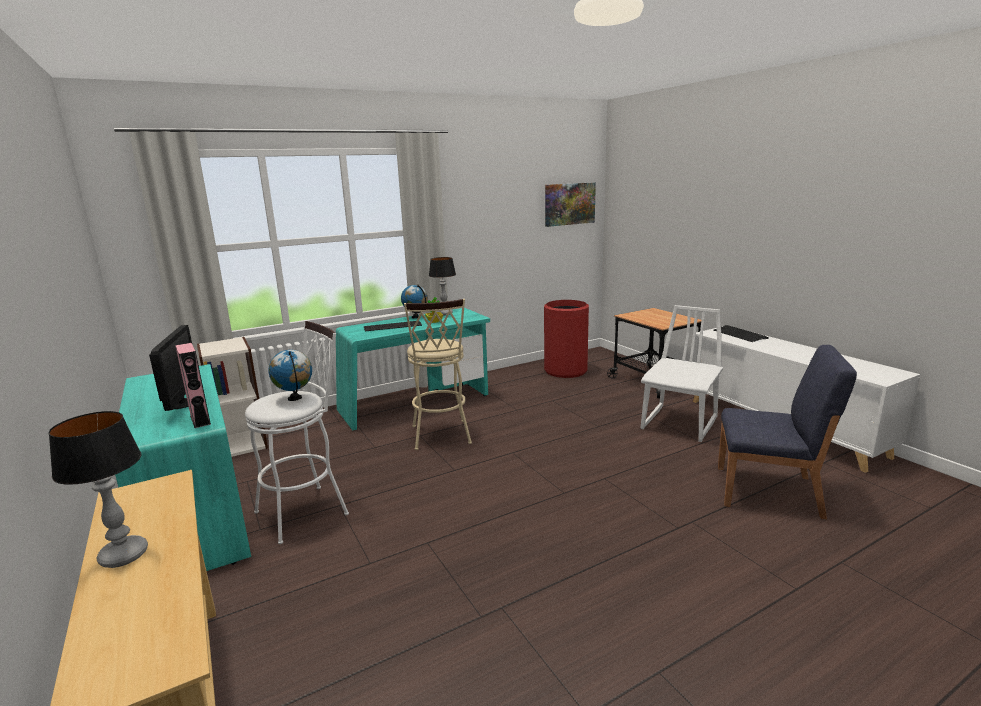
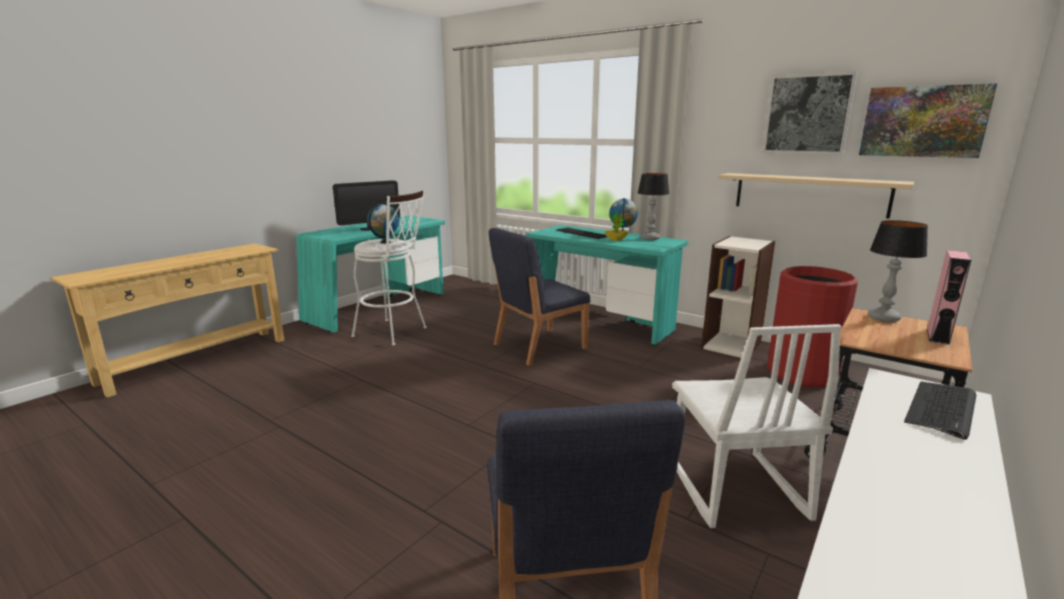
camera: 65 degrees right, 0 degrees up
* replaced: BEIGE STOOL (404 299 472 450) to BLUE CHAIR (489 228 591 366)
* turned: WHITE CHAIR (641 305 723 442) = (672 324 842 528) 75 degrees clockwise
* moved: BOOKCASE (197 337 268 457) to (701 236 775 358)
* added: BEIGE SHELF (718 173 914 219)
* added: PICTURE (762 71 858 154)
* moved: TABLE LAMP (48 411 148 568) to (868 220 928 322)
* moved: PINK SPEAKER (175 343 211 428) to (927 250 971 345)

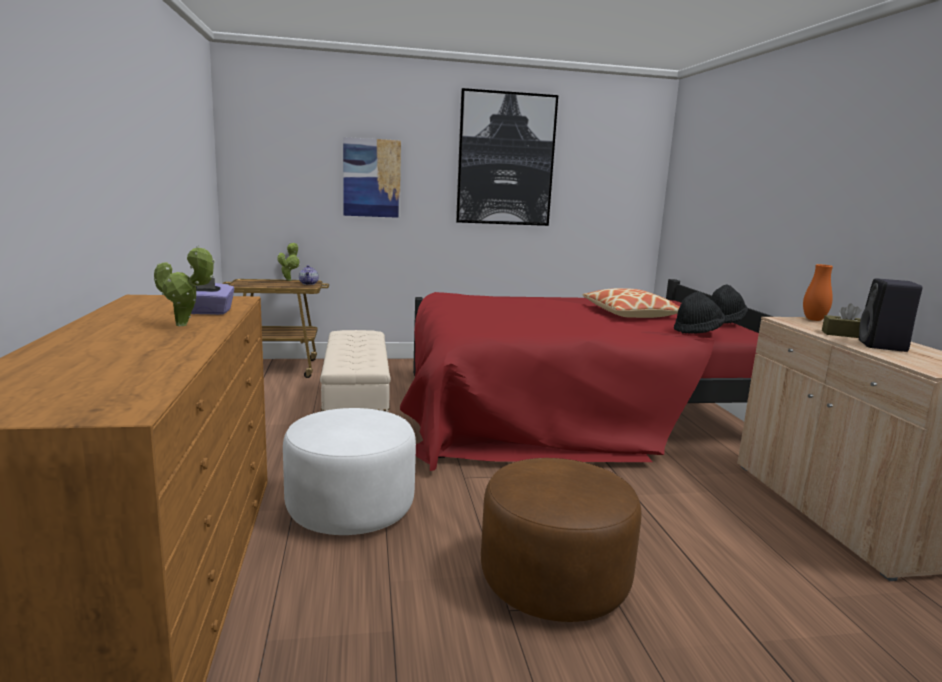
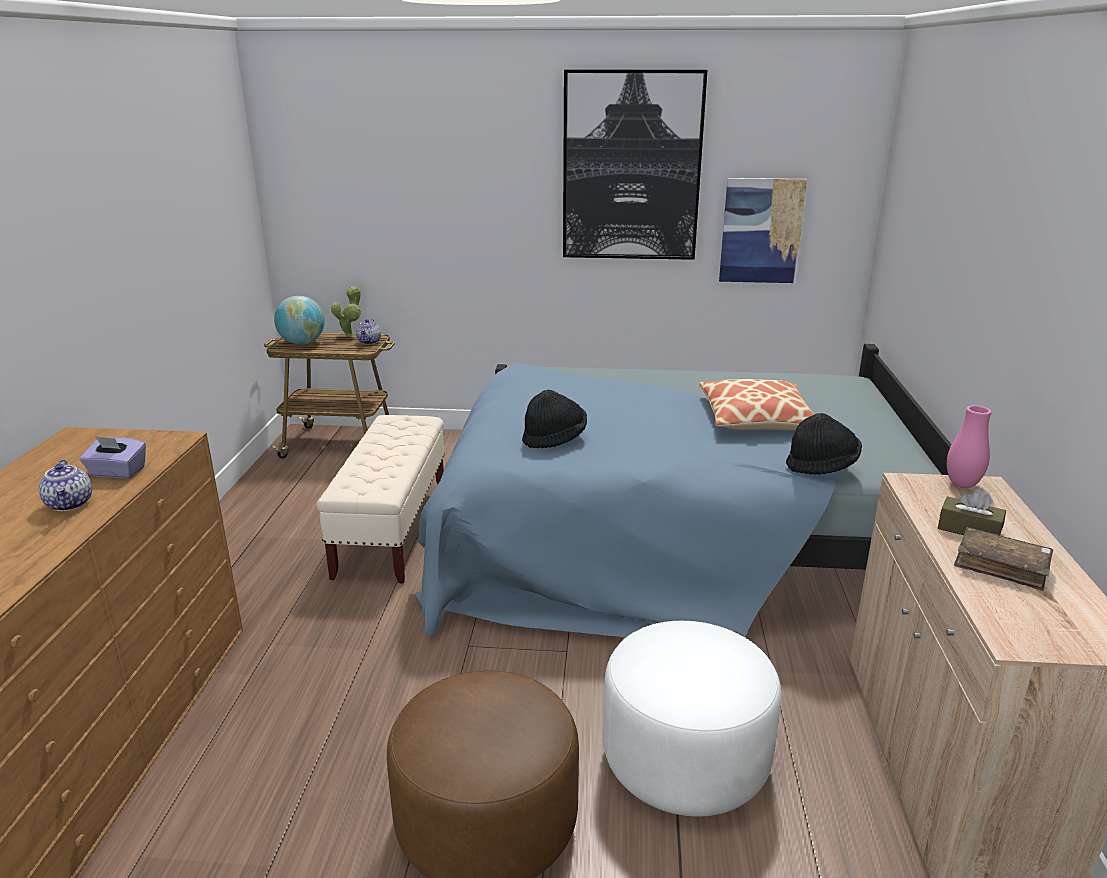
camera: 15 degrees right, 10 degrees up
* replaced: POTTED PLANT (154 246 215 326) to TEAPOT (39 460 92 511)
* added: GLOBE (274 296 325 345)
* recoloured: RED BED (400 279 774 471) to BLUE BED (415 344 952 637)
* moved: BLACK HAT (710 285 748 324) to (522 390 587 448)
* moved: WHITE OTTOMAN (283 408 416 535) to (603 621 781 817)
* moved: PICTURE (343 137 401 218) to (719 178 807 283)
* recoloured: ORANGE VASE (803 264 833 321) to PINK VASE (947 405 992 488)
* replaced: BLACK SPEAKER (859 278 922 352) to BROWN BOOK (954 527 1053 591)

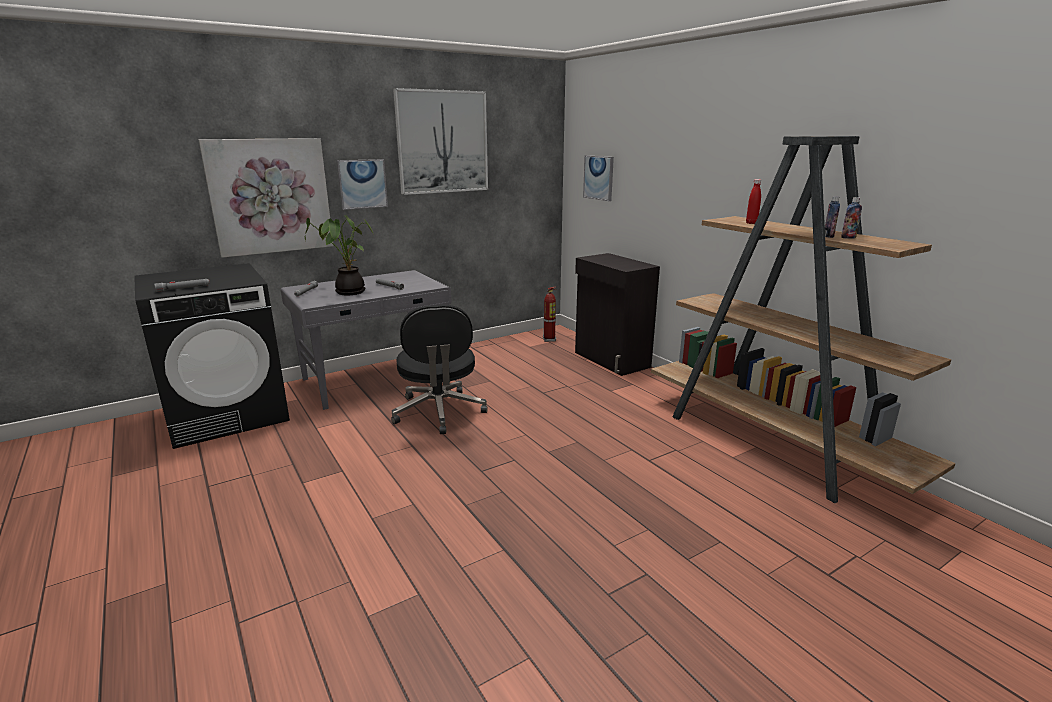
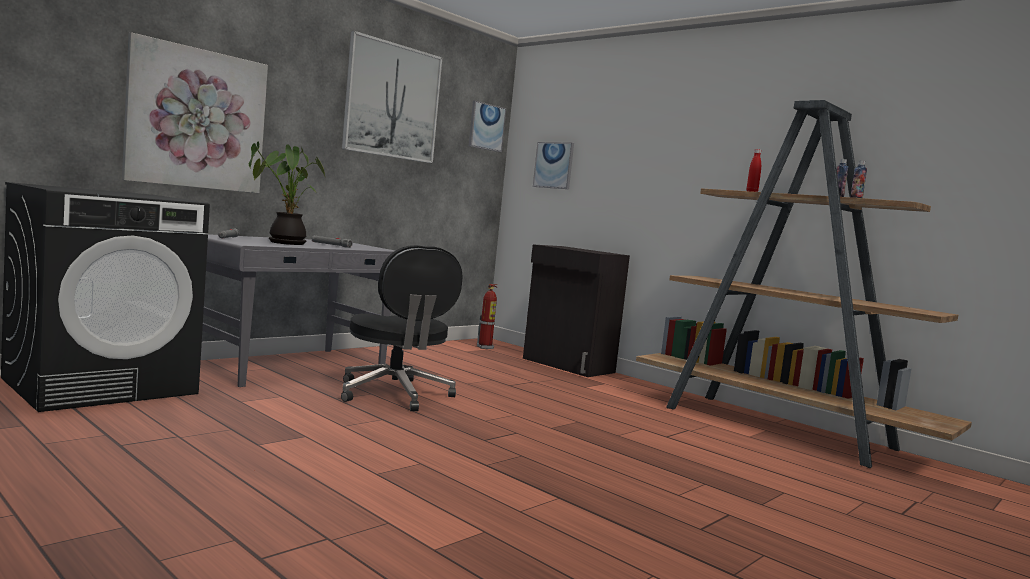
camera: 15 degrees left, 15 degrees down
* moved: PICTURE (337 159 388 210) to (469 100 506 152)
* removed: GREY FLASHLIGHT (154 279 210 292)

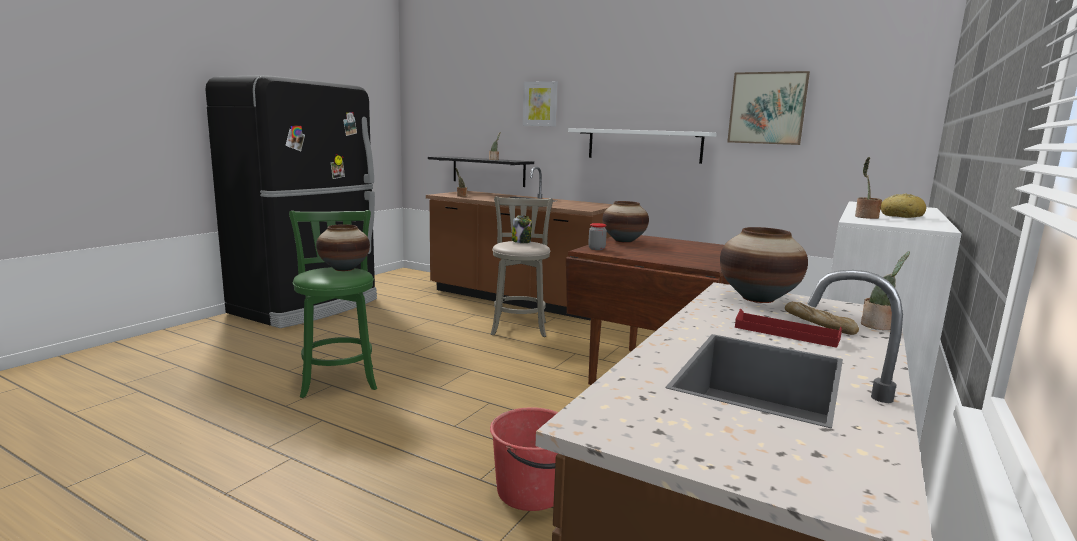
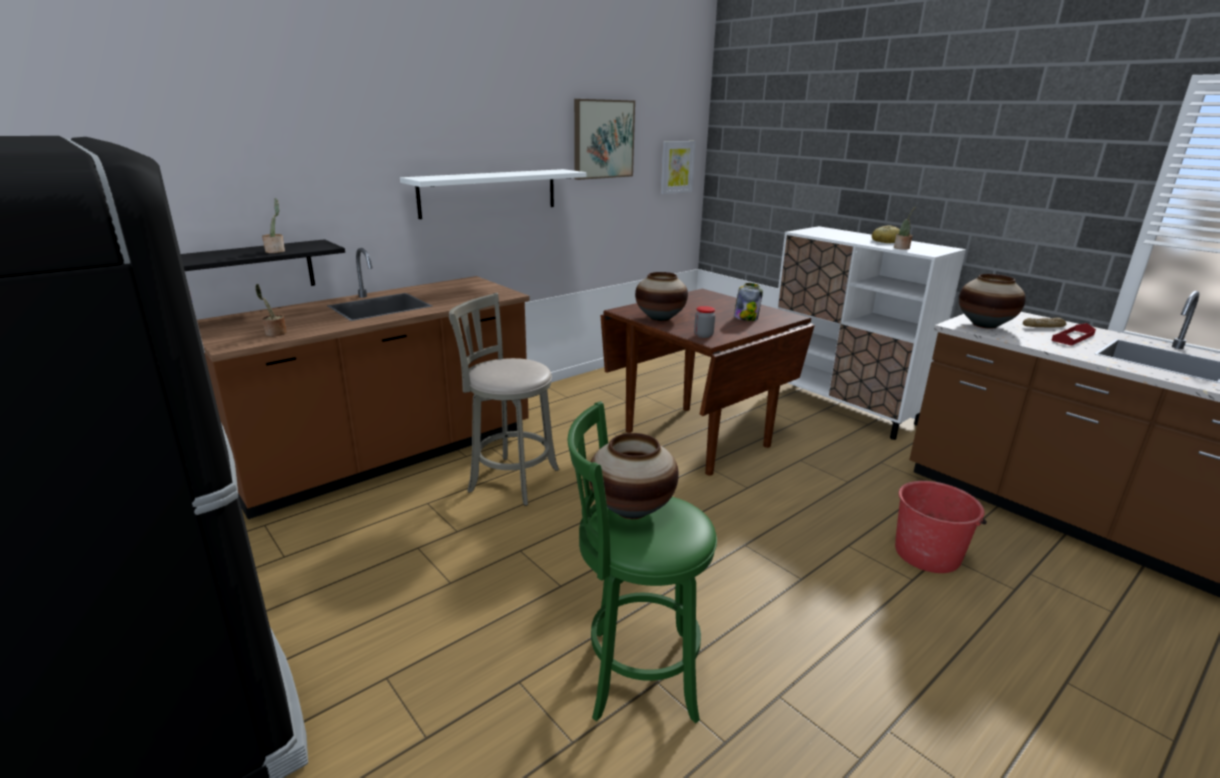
camera: 70 degrees left, 10 degrees up
* moved: PICTURE (523 81 558 127) to (660 141 696 194)
* moved: JAR (512 215 532 243) to (734 283 763 321)
* removed: POTTED PLANT (861 251 910 330)

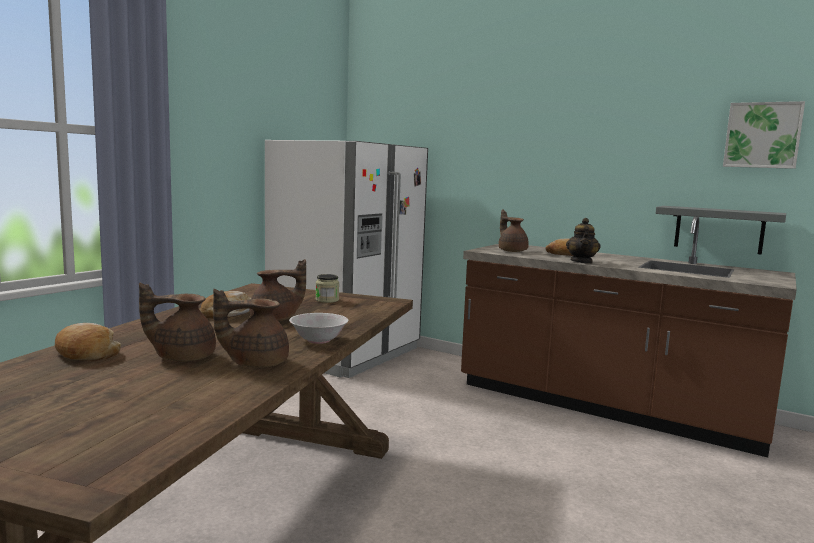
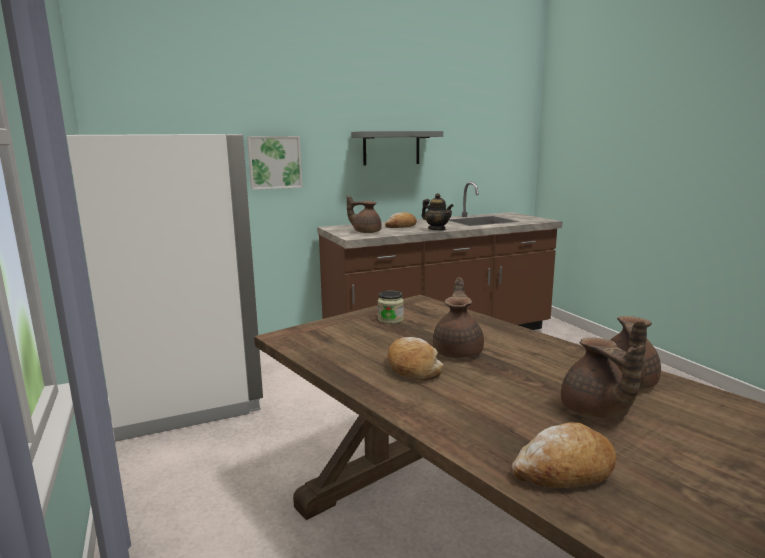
camera: 55 degrees left, 5 degrees up
* moved: PICTURE (723 101 805 169) to (247 136 302 190)
* moved: GREY SHELF (655 206 786 255) to (351 131 443 166)
* turned: BROWN TEAPOT (139 283 216 361) = (561 338 644 420) 45 degrees counterclockwise
* removed: WHITE BOWL (289 313 349 344)

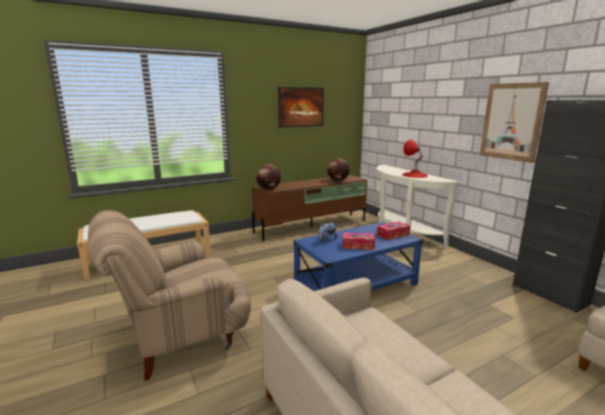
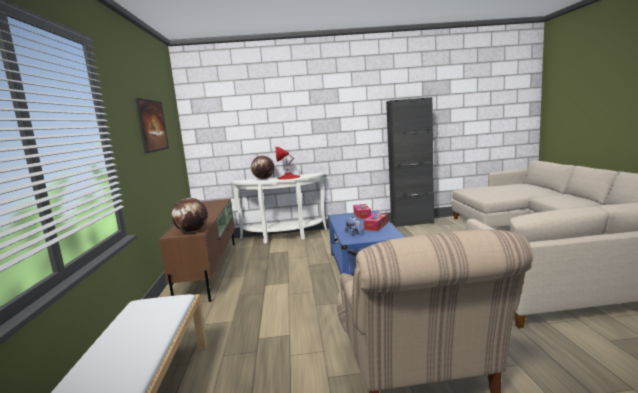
camera: 65 degrees left, 5 degrees down
* moved: GLOBE (327 158 350 181) to (251 156 274 179)
* removed: PICTURE (480 82 549 163)

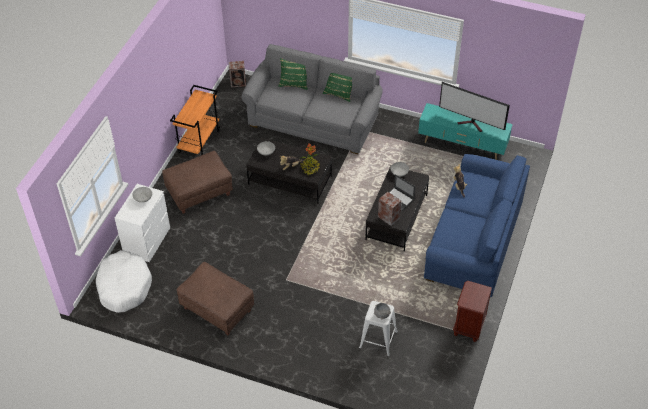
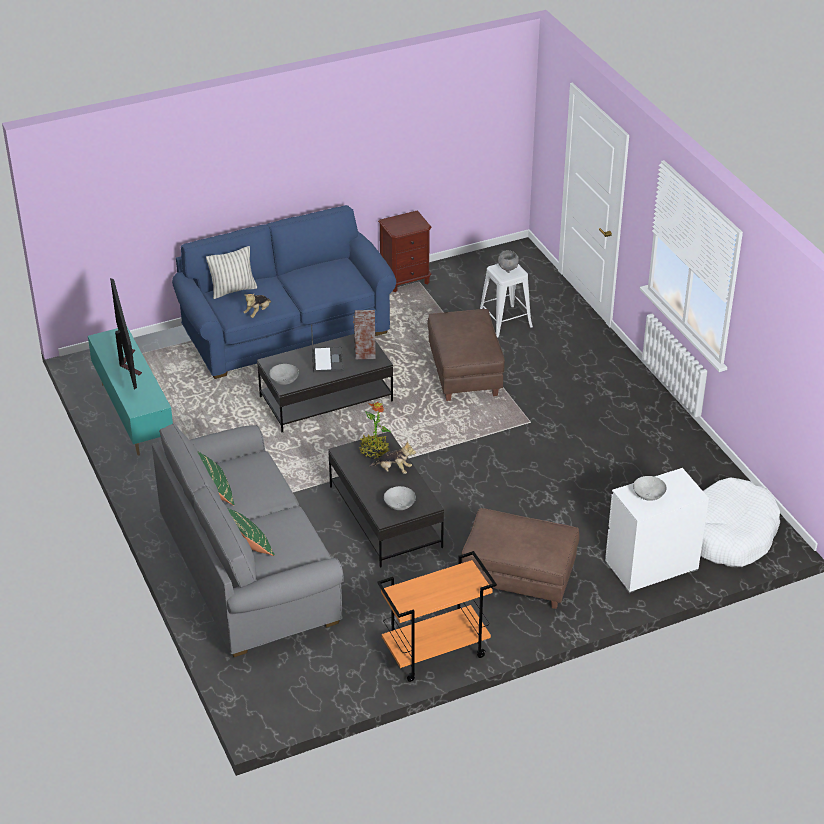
camera: 135 degrees left, 10 degrees down
* added: PILLOW (206 246 257 299)
* moved: BROWN OTTOMAN (177 262 254 335) to (428 309 505 401)
* removed: SPEAKER (229 61 246 87)

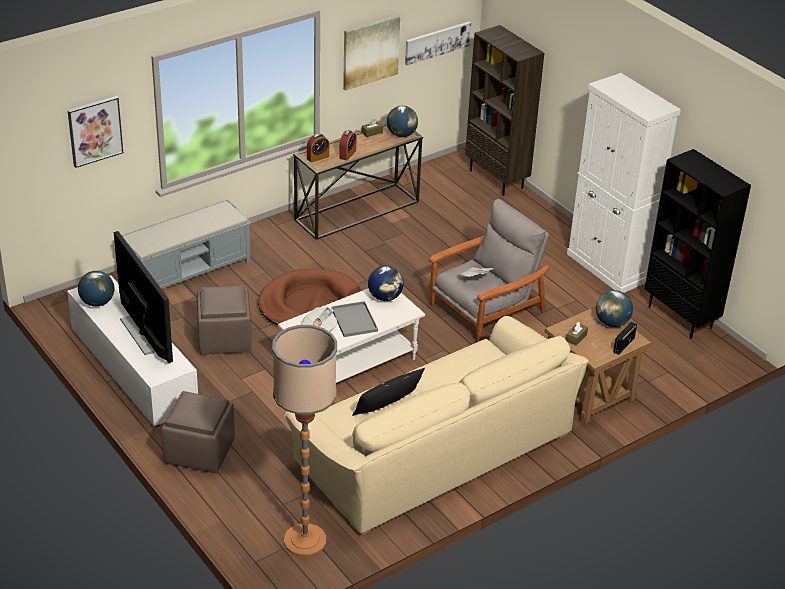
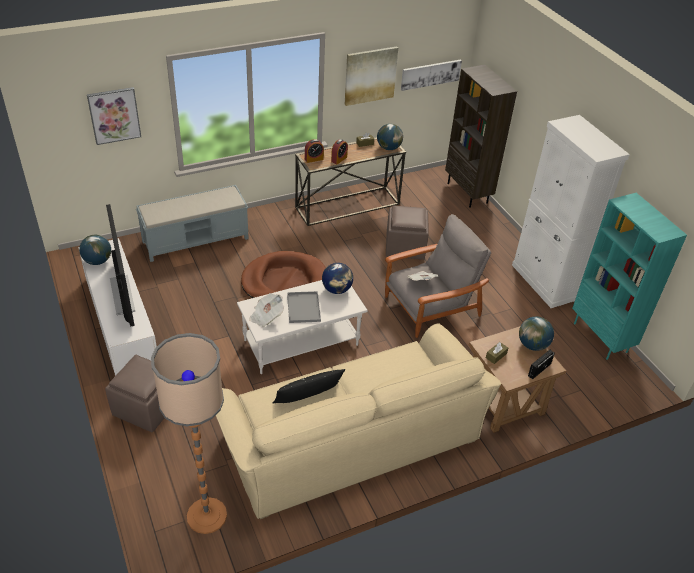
camera: 10 degrees right, 5 degrees up
* moved: BROWN OTTOMAN (197 285 251 355) to (386 205 429 260)
* recoloured: BLACK BOOKCASE (644 149 751 339) to TURQUOISE BOOKCASE (572 193 687 360)

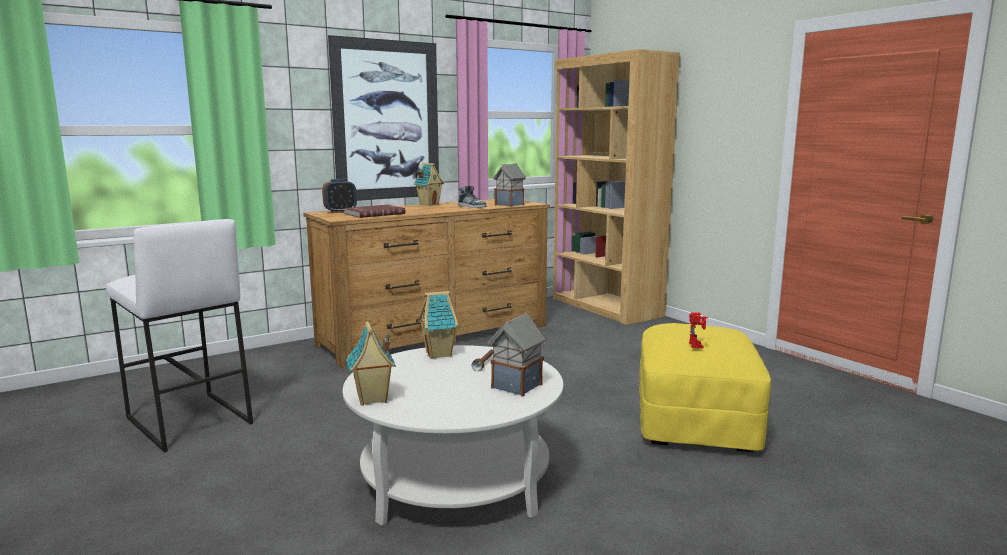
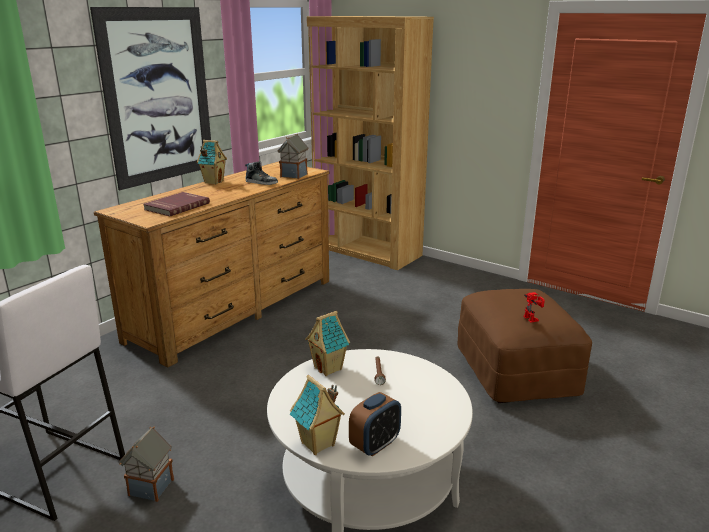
camera: 20 degrees left, 10 degrees up
* moved: TOY HOUSE (488 312 546 397) to (119 427 174 502)
* moved: ALARM CLOCK (322 179 357 213) to (349 392 401 457)
* recoloured: YELLOW OTTOMAN (639 323 771 452) to BROWN OTTOMAN (458 289 592 403)

